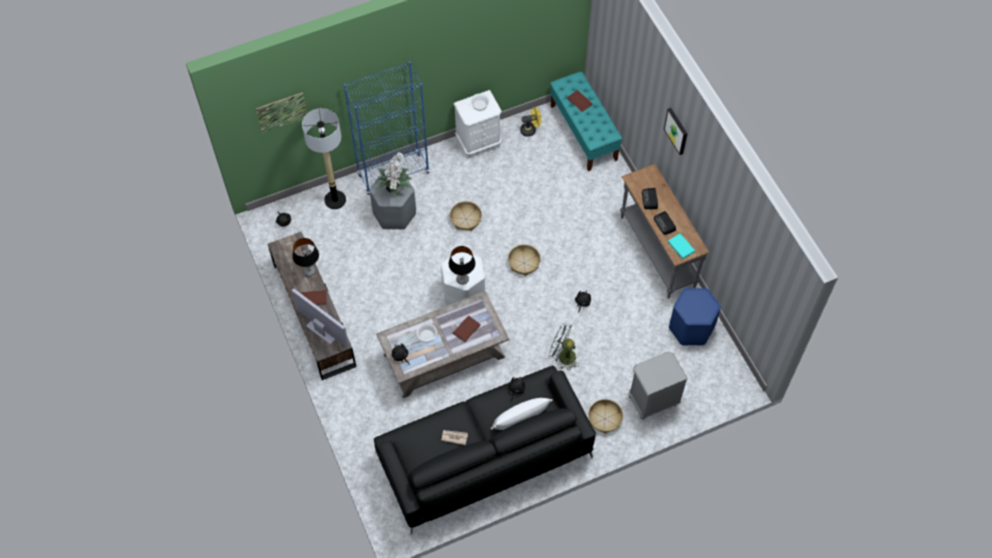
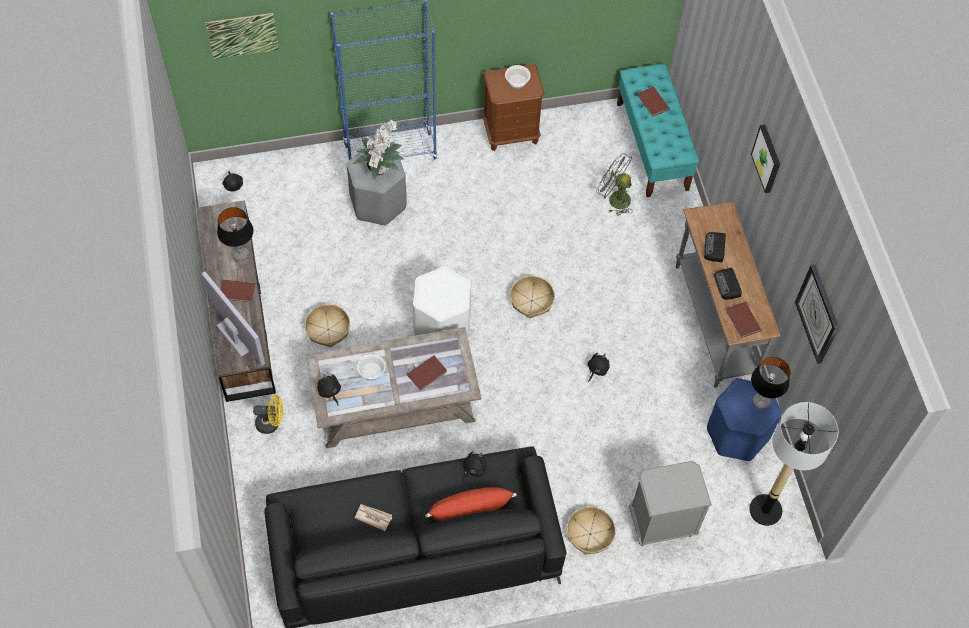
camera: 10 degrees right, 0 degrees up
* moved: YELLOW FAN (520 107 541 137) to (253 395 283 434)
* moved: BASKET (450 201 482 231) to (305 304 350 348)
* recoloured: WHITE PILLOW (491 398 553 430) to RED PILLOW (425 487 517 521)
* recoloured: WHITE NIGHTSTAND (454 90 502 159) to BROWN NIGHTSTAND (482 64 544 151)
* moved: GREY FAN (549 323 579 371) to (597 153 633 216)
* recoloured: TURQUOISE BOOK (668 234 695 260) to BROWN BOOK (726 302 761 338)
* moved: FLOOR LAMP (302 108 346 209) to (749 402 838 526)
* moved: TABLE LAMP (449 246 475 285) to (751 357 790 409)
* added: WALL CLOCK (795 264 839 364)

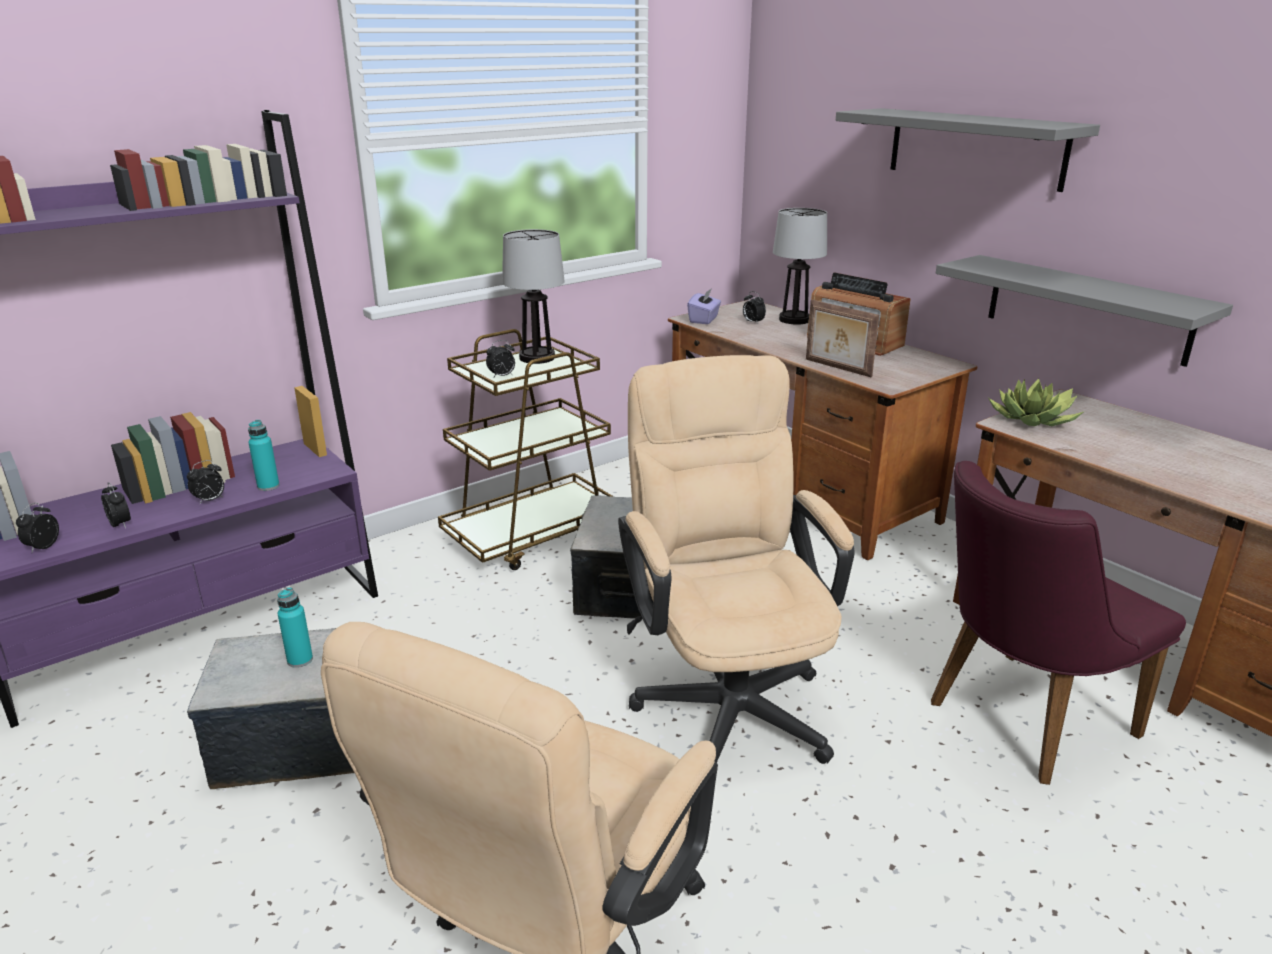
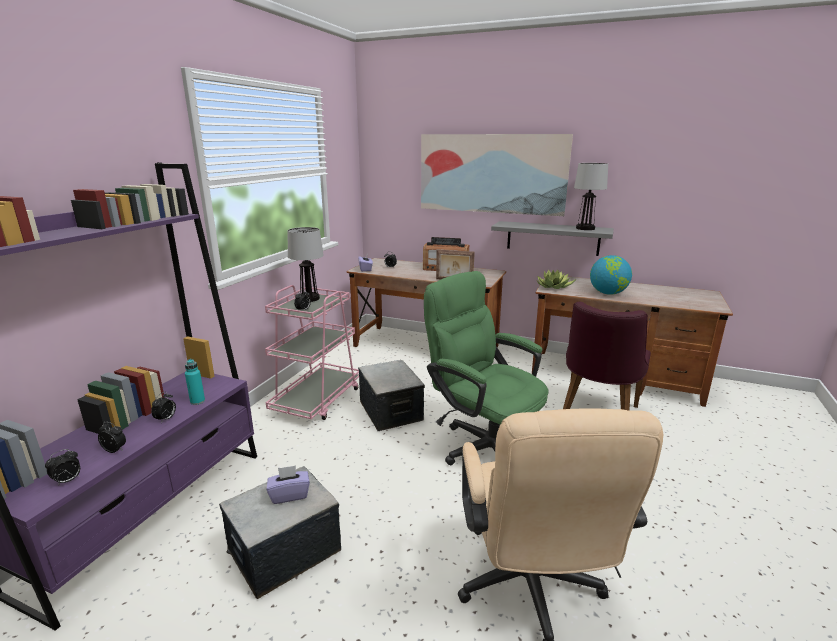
camera: 30 degrees left, 5 degrees down
* turned: ALARM CLOCK (16 502 59 553) = (45 449 80 486) 120 degrees counterclockwise
* recoloured: BROWN CART (438 329 614 570) to PINK CART (265 285 359 420)
* replaced: TURQUOISE BOTTLE (277 587 313 668) to PURPLE TISSUE BOX (267 465 310 504)
* replaced: GREY SHELF (836 108 1100 192) to PICTURE (421 134 573 216)
* recoloured: BEIGE OFFICE CHAIR (618 355 855 764) to GREEN OFFICE CHAIR (424 271 549 465)
* moved: TABLE LAMP (773 208 827 325) to (574 163 608 230)
* added: GLOBE (590 255 632 295)

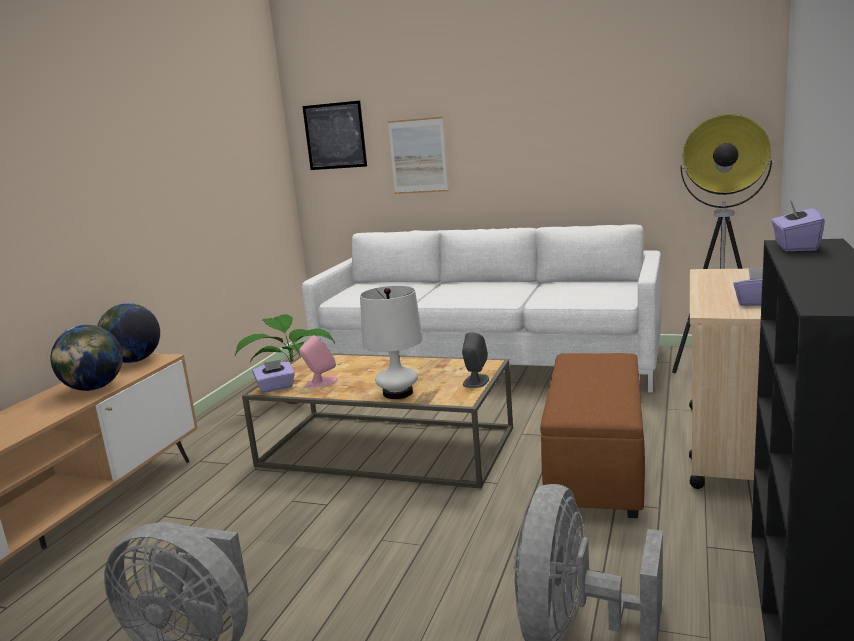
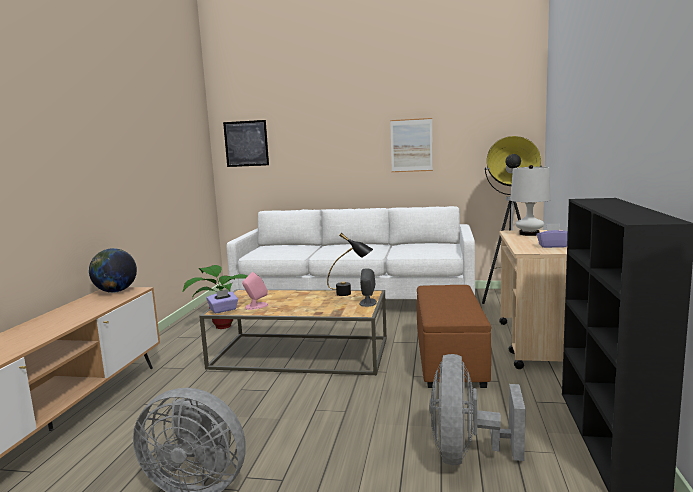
camera: 10 degrees left, 5 degrees down
* added: BLACK TABLE LAMP (327 233 373 296)
* moved: PICTURE (388 117 448 194) to (390 118 433 172)
* moved: WHITE TABLE LAMP (360 286 423 399) to (510 165 551 236)
* removed: GLOBE (50 325 123 391)
* removed: PURPLE TISSUE BOX (771 200 825 251)

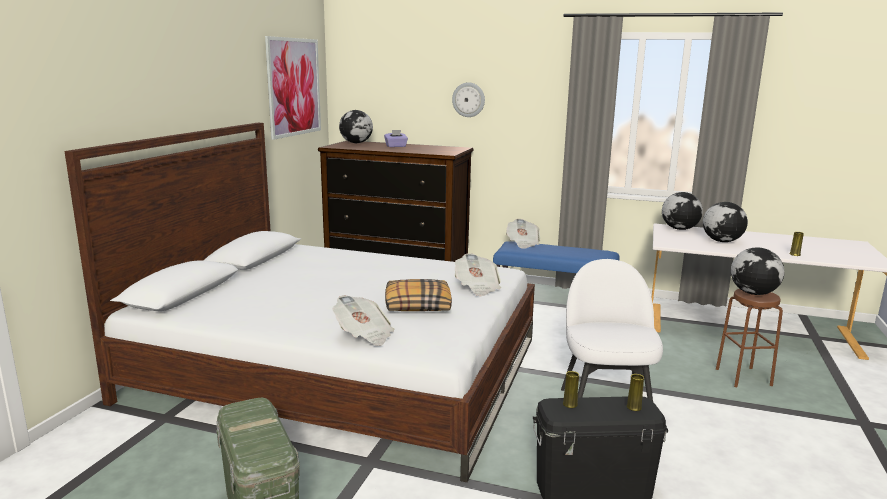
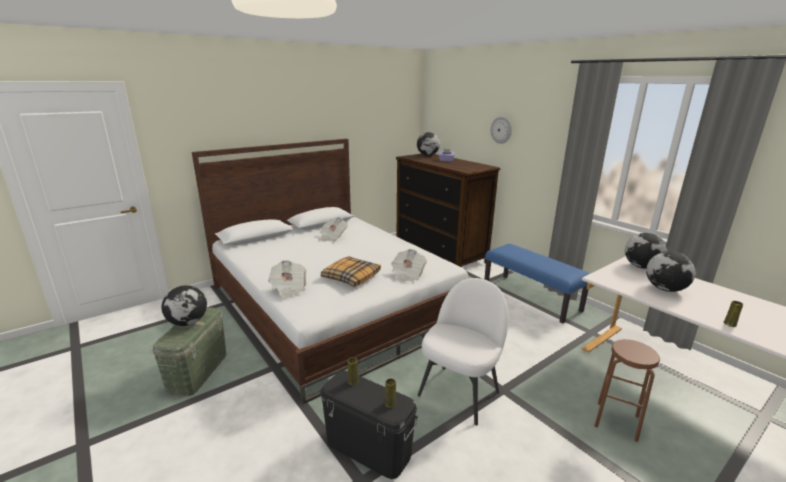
camera: 35 degrees right, 5 degrees up
* moved: GLOBE (731 248 785 295) to (161 285 207 326)
* moved: NEWSPAPER (506 219 540 249) to (319 217 348 242)
* removed: PICTURE (265 36 321 140)

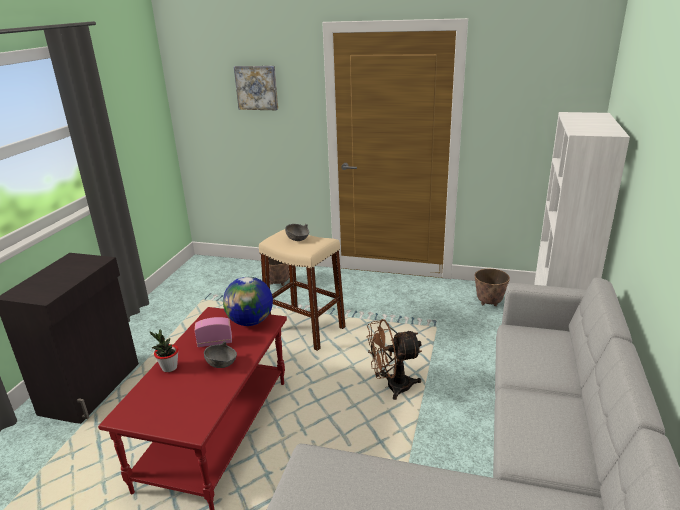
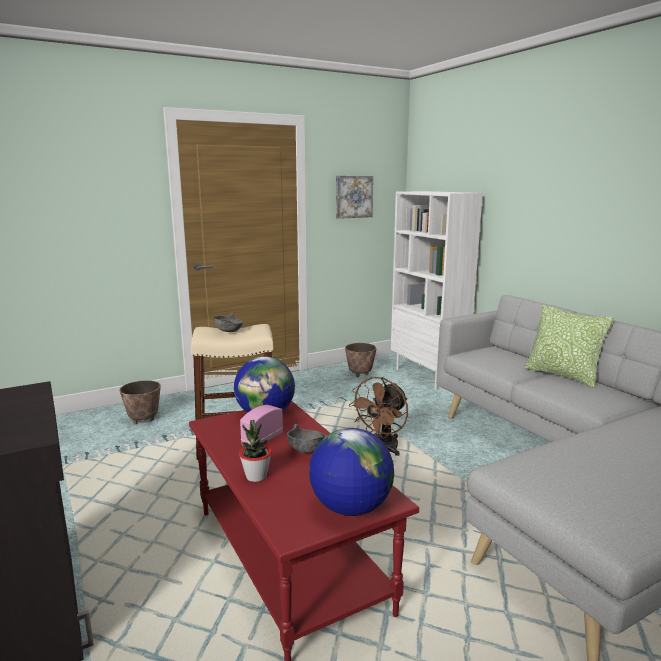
camera: 45 degrees left, 10 degrees down
* added: GLOBE (309 428 394 516)
* moved: PICTURE (234 66 278 110) to (336 176 373 219)
* added: PILLOW (524 305 614 388)

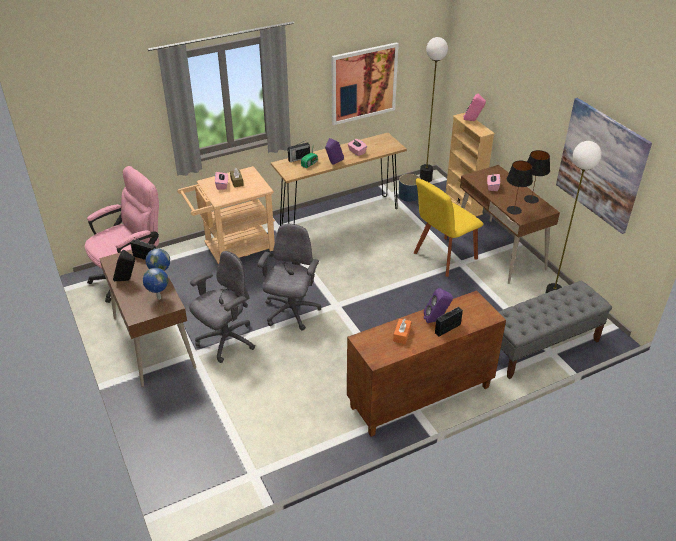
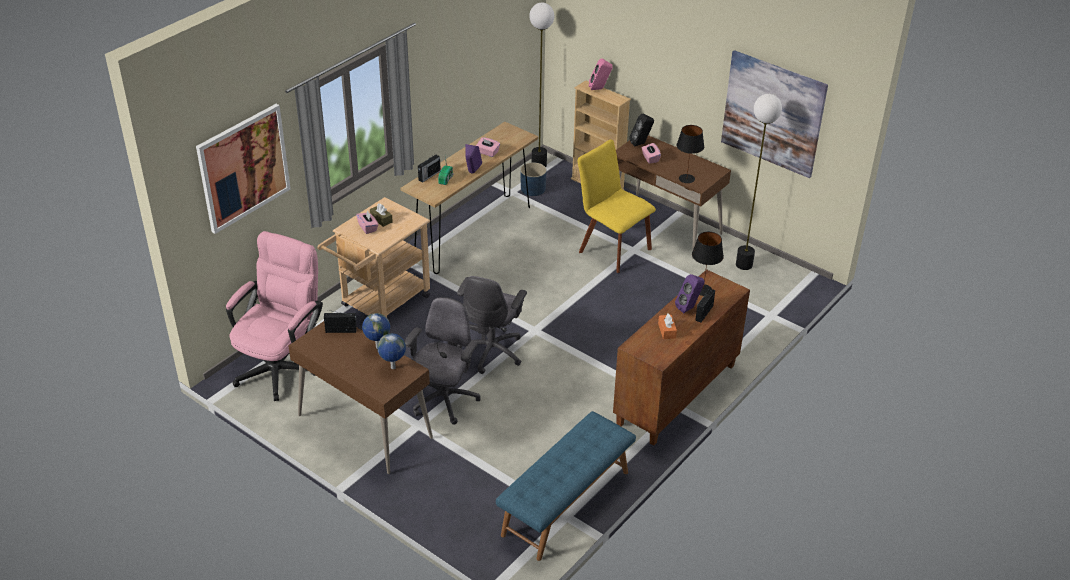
camera: 25 degrees left, 0 degrees up
* moved: PICTURE (332 42 399 125) to (196 104 291 234)
* turned: GREY OFFICE CHAIR (257 224 321 330) = (457 276 527 374) 150 degrees counterclockwise
* added: BLUE BENCH (496 411 636 561)
* turned: YELLOW CHAIR (414 178 484 277) = (578 140 656 273) 105 degrees clockwise
* moved: BLACK SPEAKER (113 250 135 281) to (629 114 654 146)
* moved: BLACK TABLE LAMP (524 150 550 203) to (692 232 724 296)
* removed: GREY BENCH (499 281 612 379)

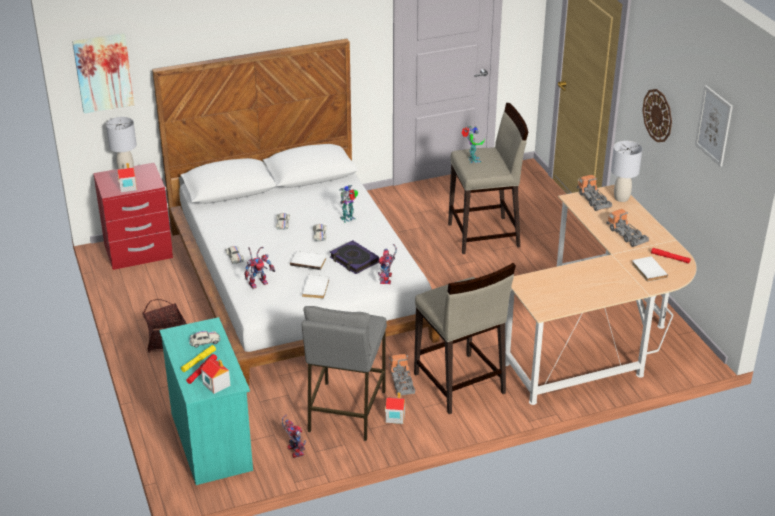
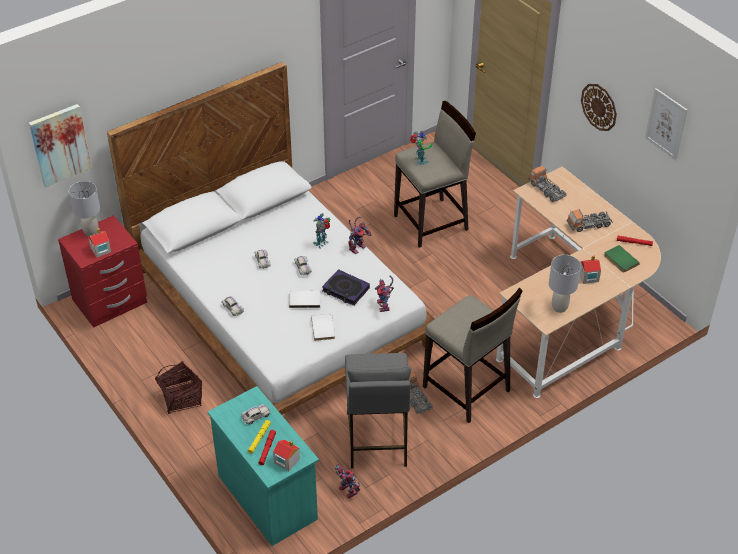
camera: 15 degrees left, 10 degrees up
* moved: TOY ROBOT (245 247 275 289) to (348 217 372 254)
* moved: GREY TABLE LAMP (611 141 643 202) to (549 255 581 313)
* turned: TOY TRUCK (606 209 649 247) = (567 209 613 232) 60 degrees counterclockwise
* moved: TOY HOUSE (385 393 405 424) to (580 255 601 284)
* recoloured: WHITE BOOK (632 256 668 282) to GREEN BOOK (604 245 640 272)

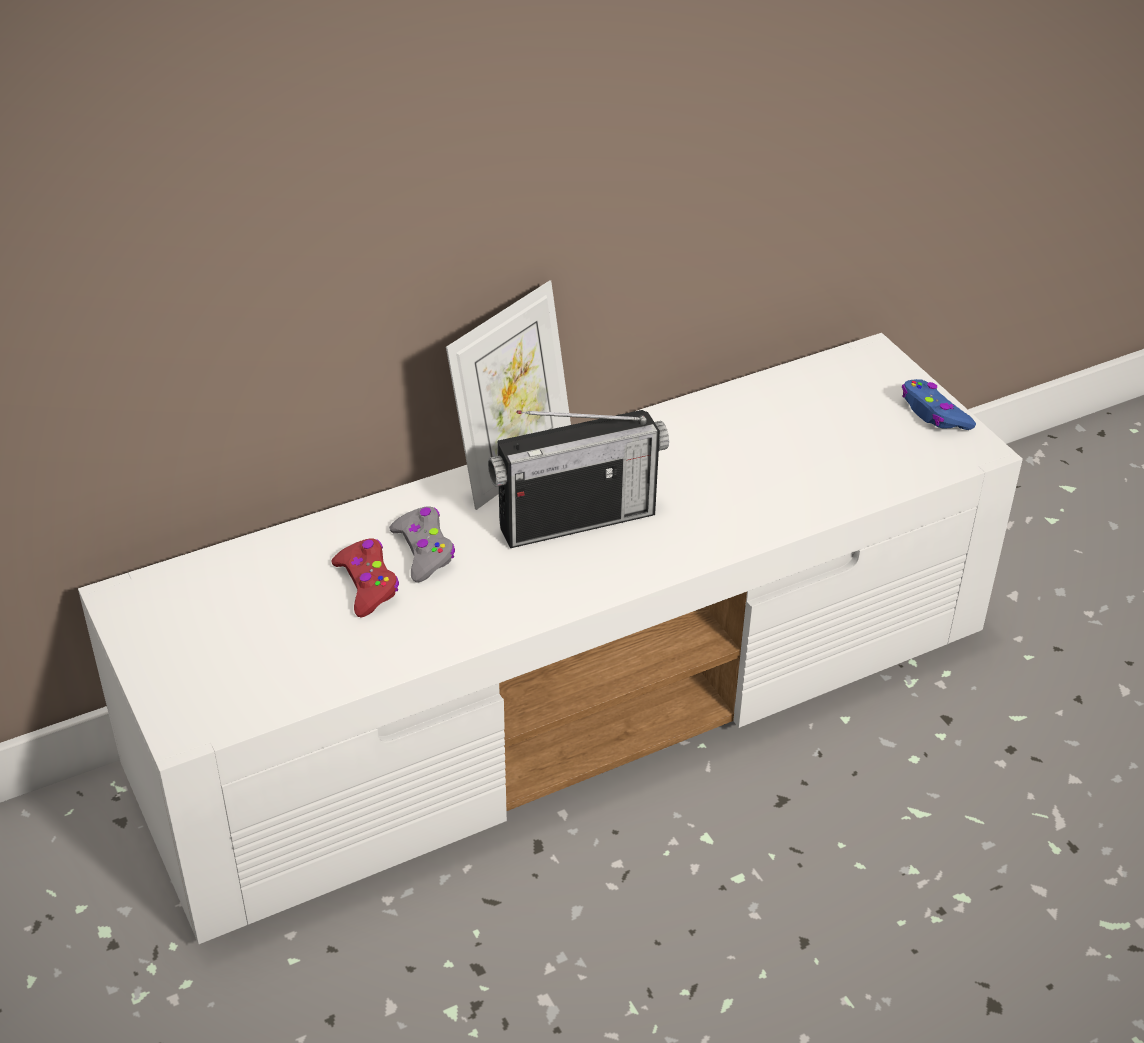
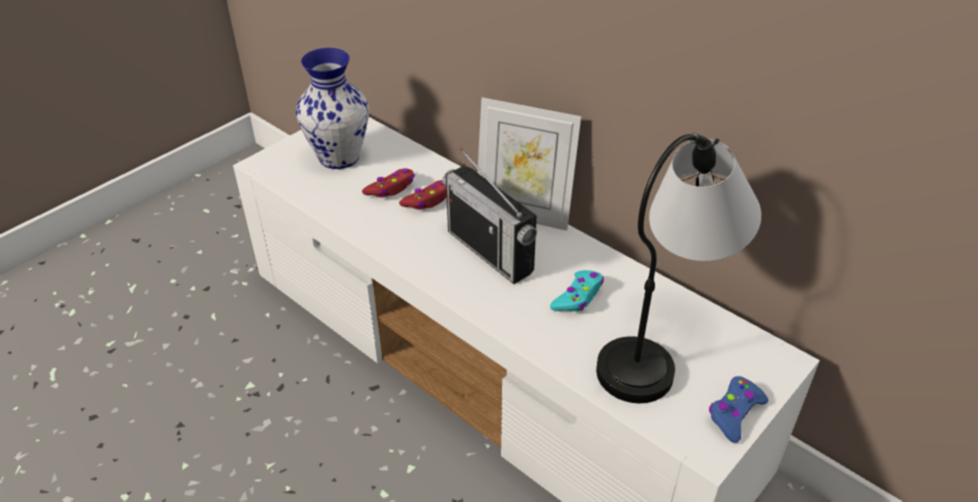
camera: 70 degrees right, 0 degrees up
* added: VASE (296 48 369 169)
* recoloured: GREY GAME CONTROLLER (389 506 455 583) to RED GAME CONTROLLER (399 180 447 210)
* added: TURQUOISE GAME CONTROLLER (550 270 604 312)
* added: TABLE LAMP (596 133 761 403)

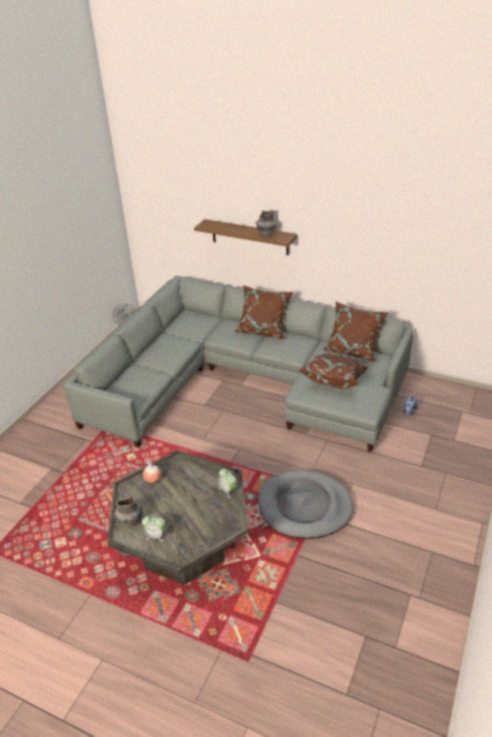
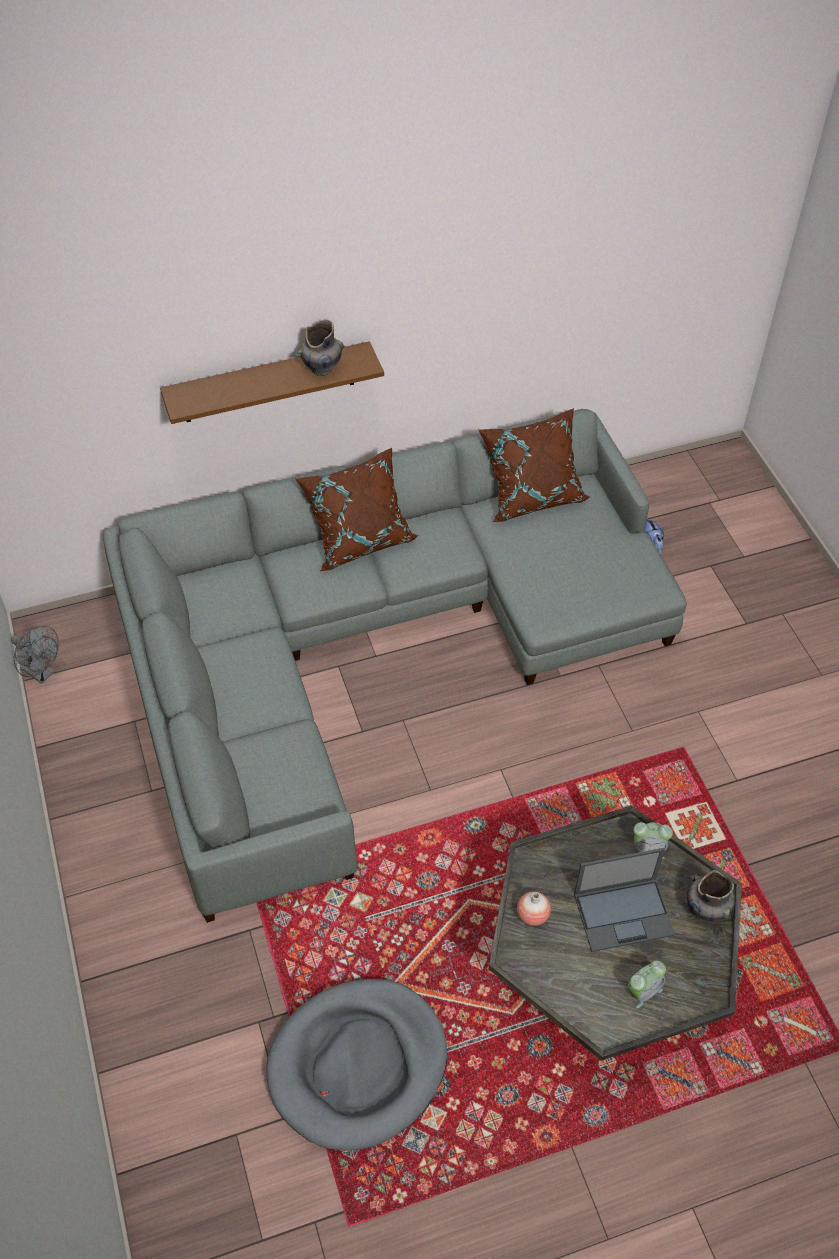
camera: 45 degrees left, 15 degrees up
* moved: GREY DOG BED (258 470 353 539) to (266 979 447 1151)
* added: LAPTOP (574 848 675 952)
* moved: GREY VASE (115 496 142 527) to (687 870 735 922)
* removed: BROWN PILLOW (299 354 369 389)

